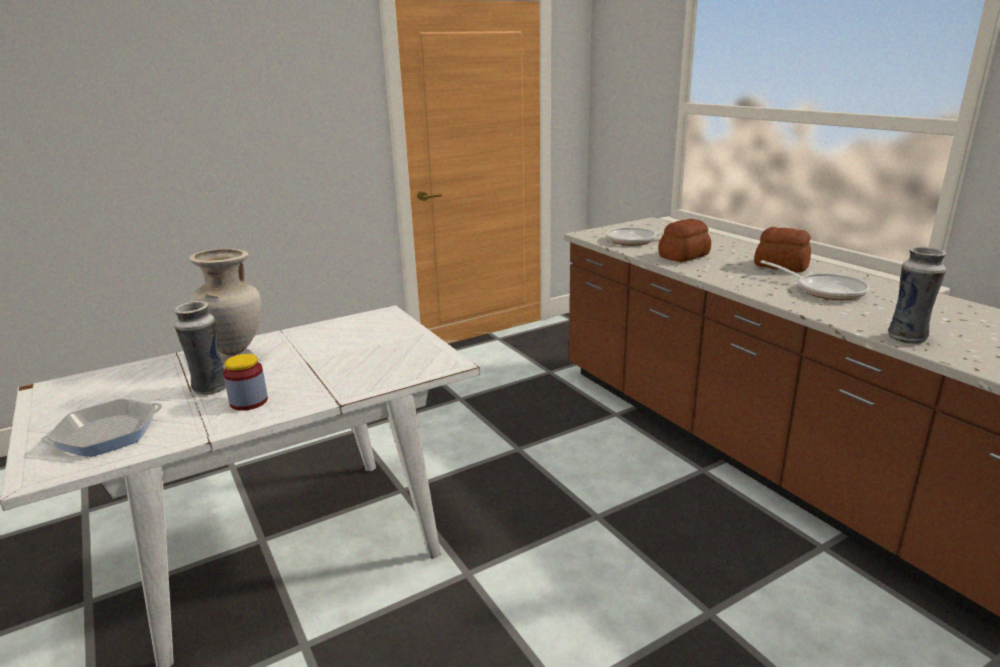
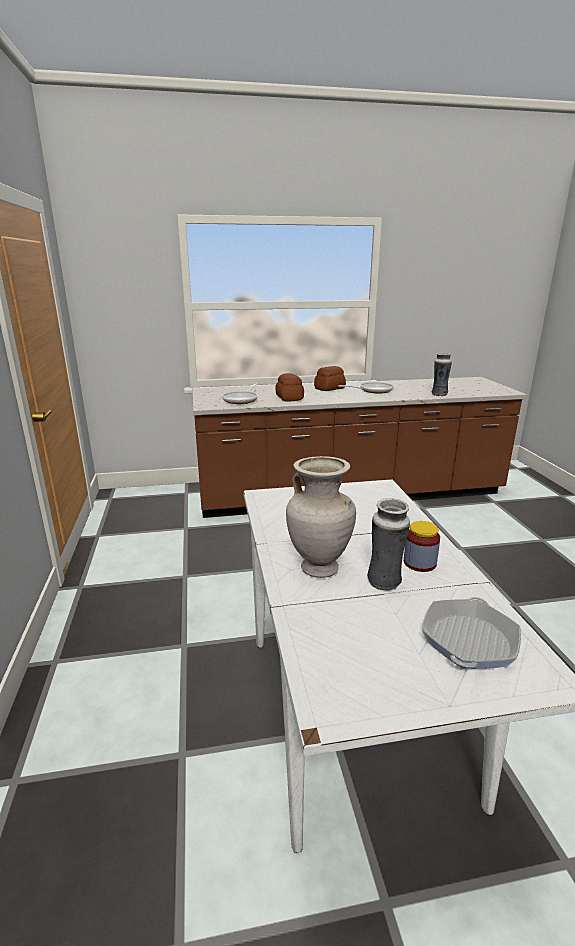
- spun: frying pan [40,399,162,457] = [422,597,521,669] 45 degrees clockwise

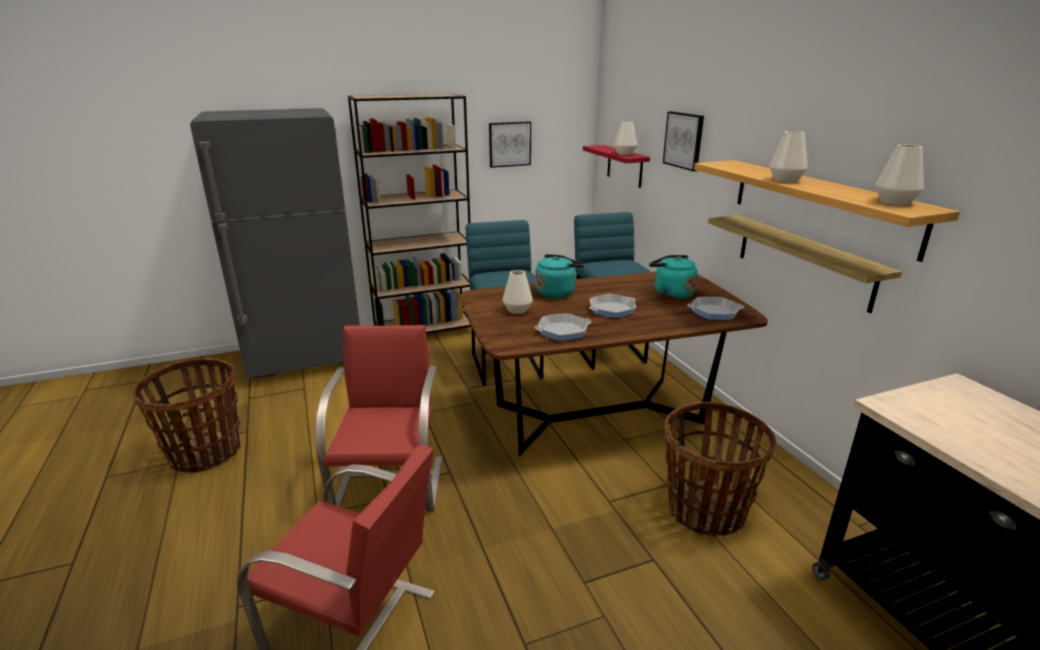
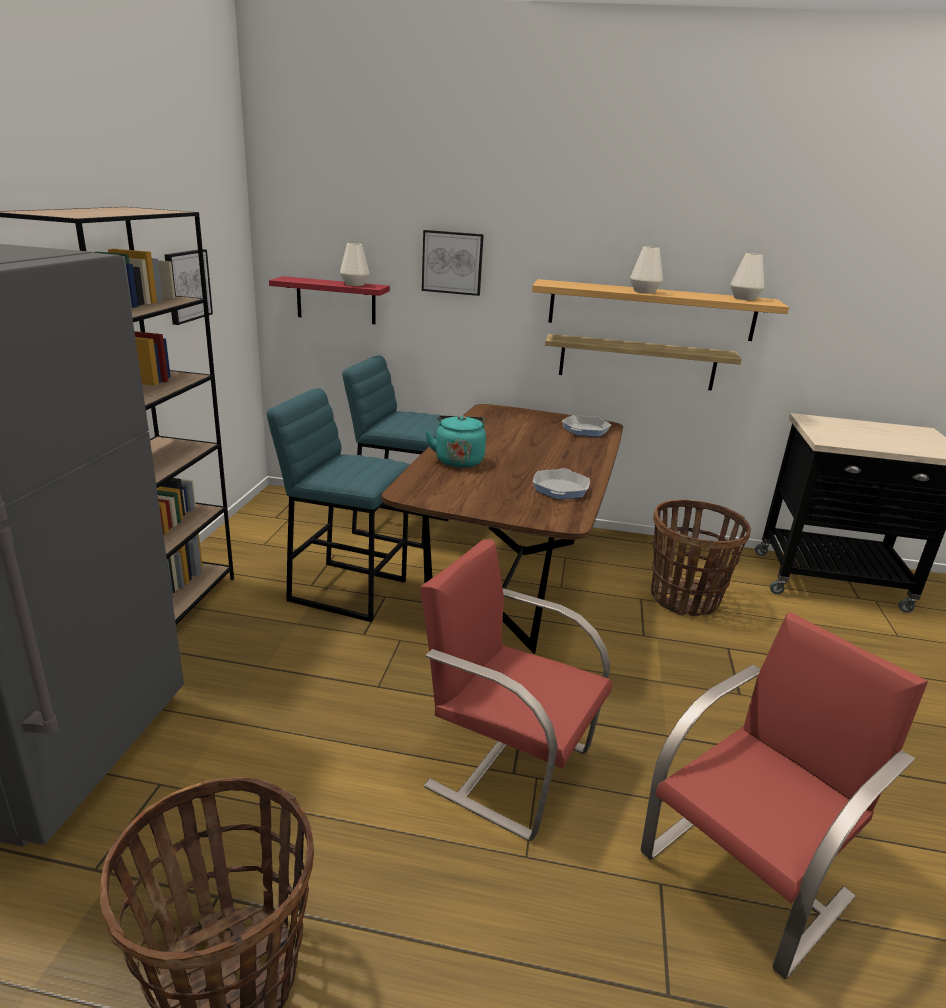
- missing: vase (white) [502,270,533,314]
- missing: frying pan [589,294,636,318]
- missing: kettle (turquoise) [649,255,698,299]

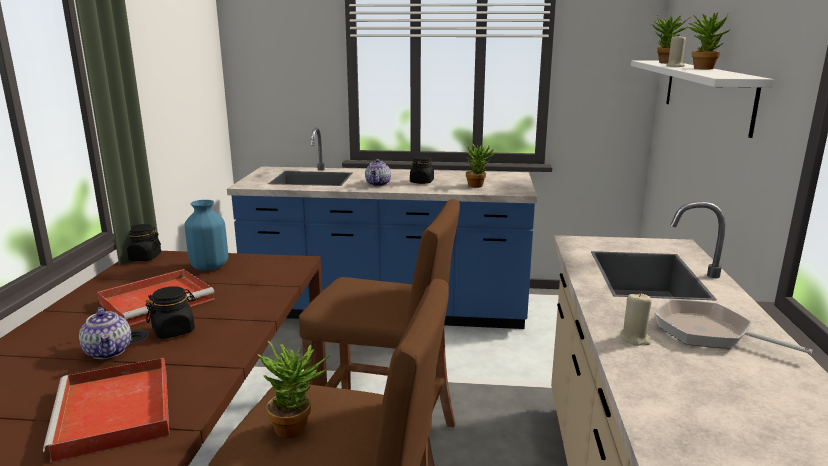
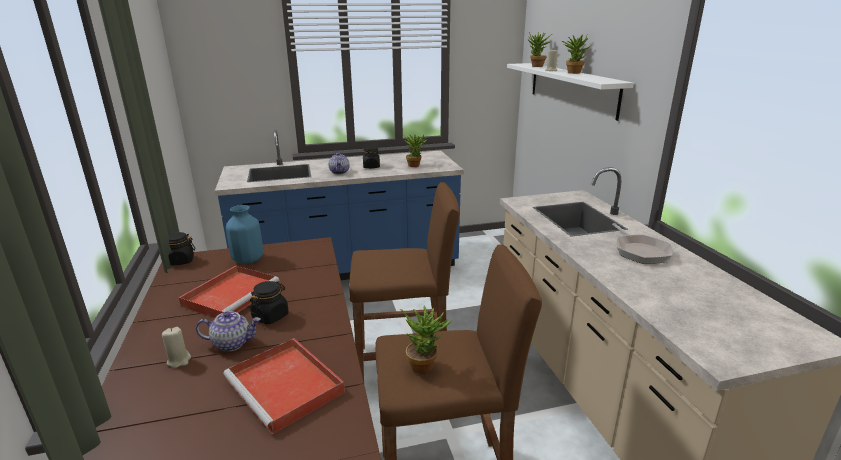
- spun: teapot [79,307,131,359] = [196,311,261,352] 45 degrees counterclockwise
- relocated: candle (beige) [620,292,651,346] to [162,327,191,368]
- spun: frying pan [654,299,812,354] = [612,223,673,264] 120 degrees counterclockwise

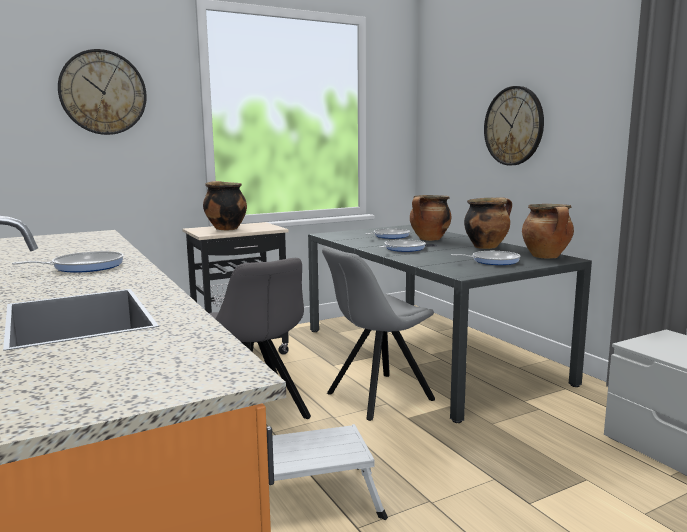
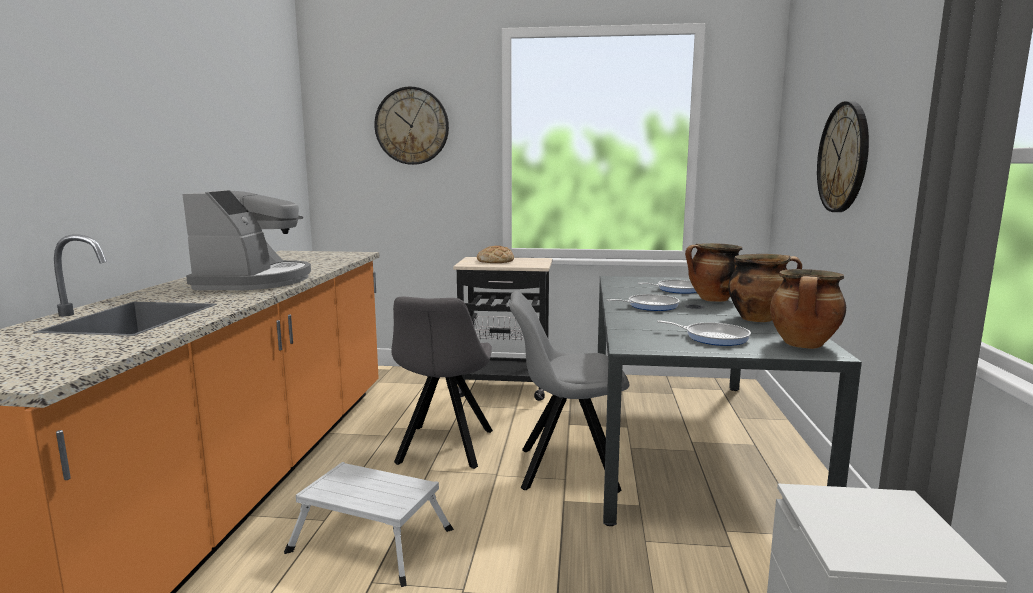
- exchanged: frying pan [12,251,124,273] to coffee machine [182,190,311,290]
- exchanged: cooking pot [203,181,247,230] to bread [477,246,514,263]

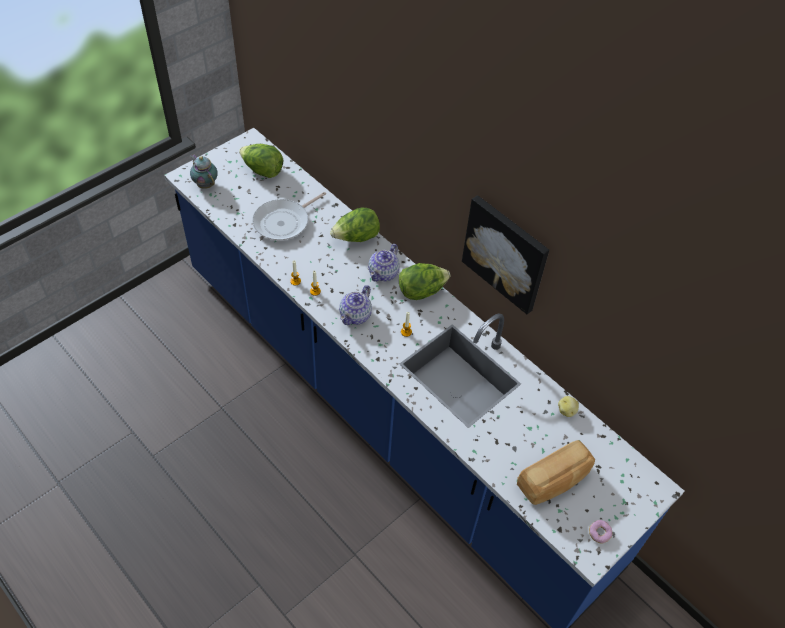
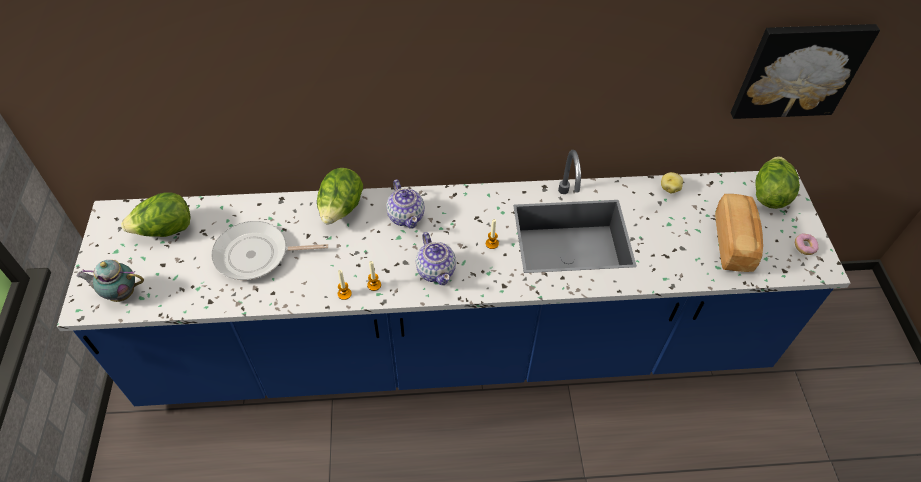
- spun: frying pan [253,192,326,240] = [212,221,328,280] 90 degrees clockwise
- relocated: lettuce [399,263,450,300] to [755,156,800,209]
- relocated: picture [462,195,549,314] to [731,24,880,119]

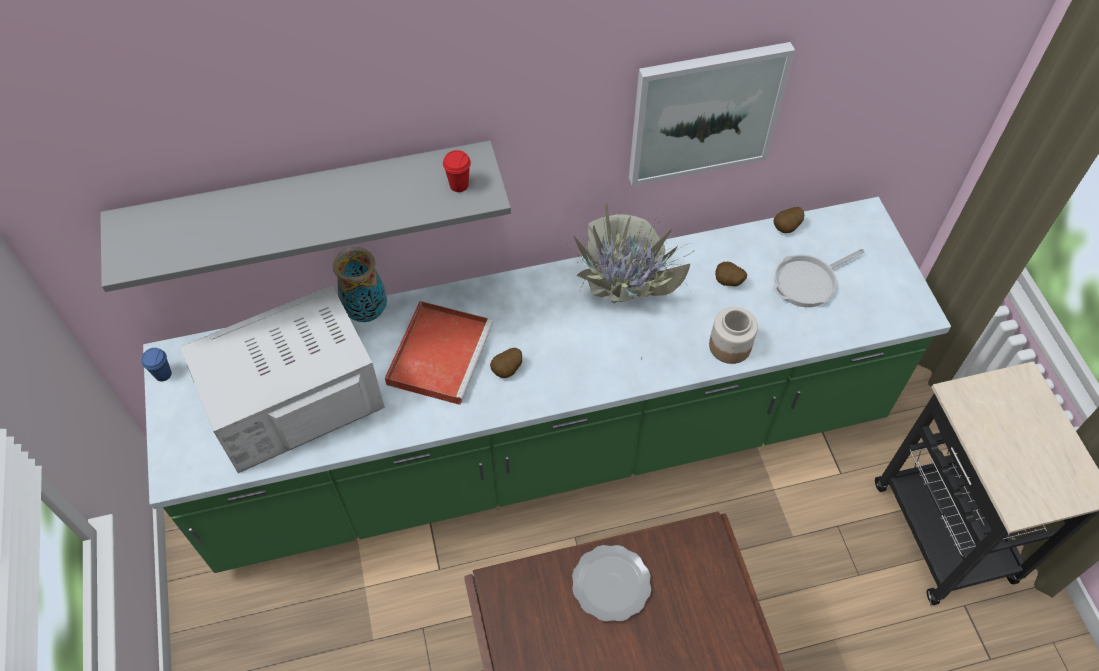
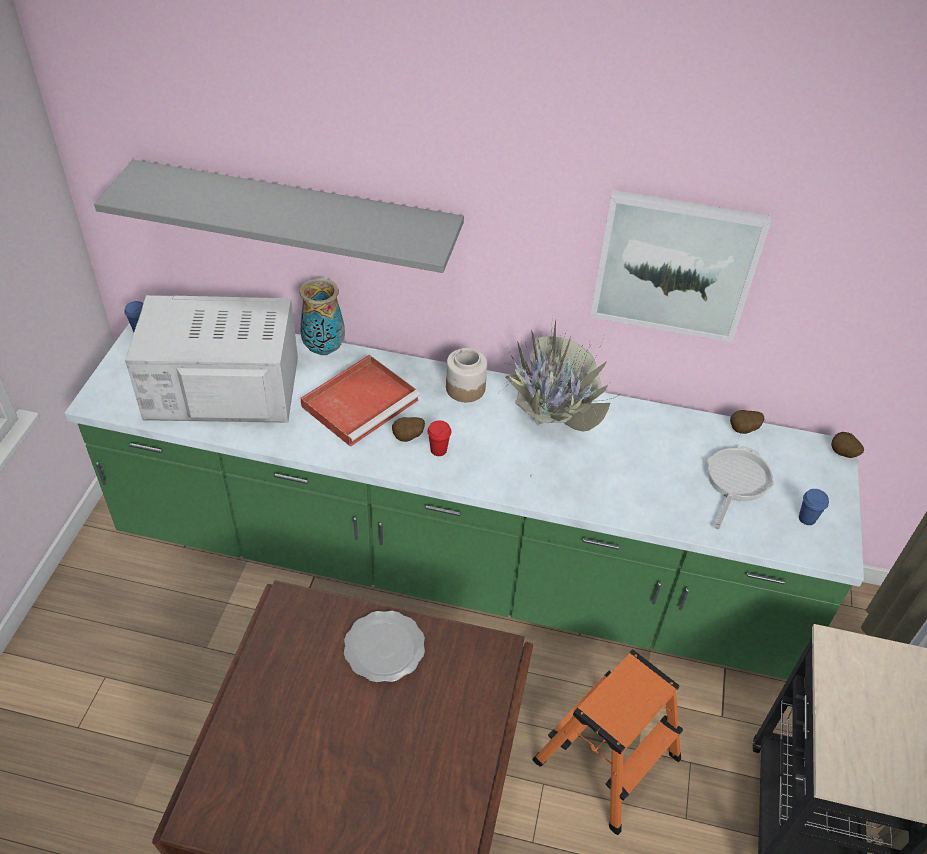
- relocated: cup (red) [443,150,471,192] to [427,420,451,456]
- relocated: jar [709,307,758,364] to [446,348,487,402]
- relocated: potato [715,262,747,286] to [831,432,864,458]
- spun: frying pan [773,249,865,307] = [707,446,774,529] 120 degrees clockwise
- appeared: step ladder (orange) [532,649,683,835]
- appeared: cup (blue) [799,489,829,525]

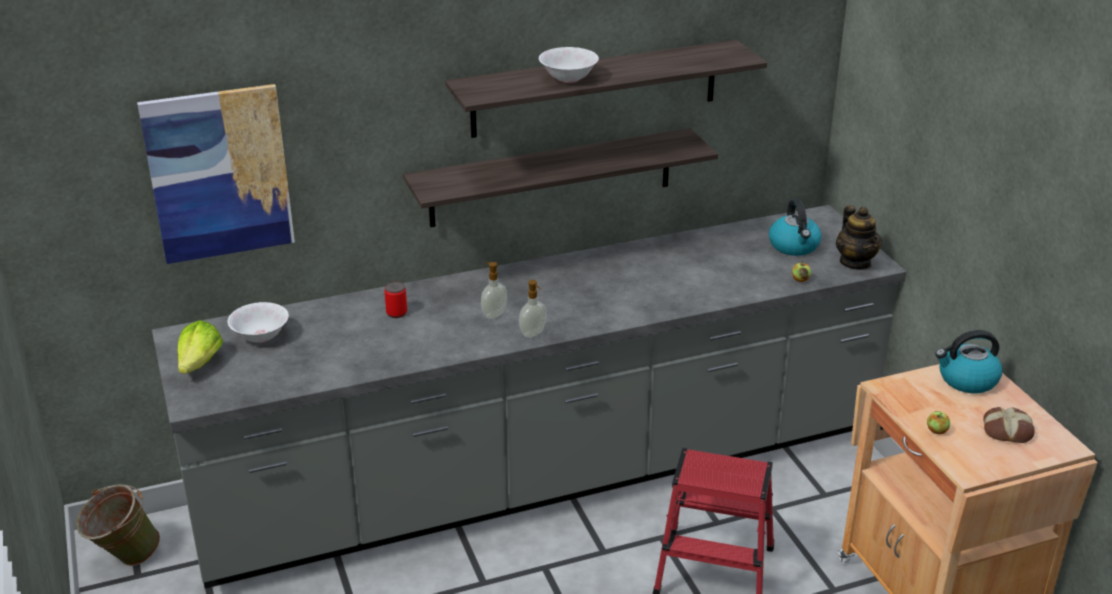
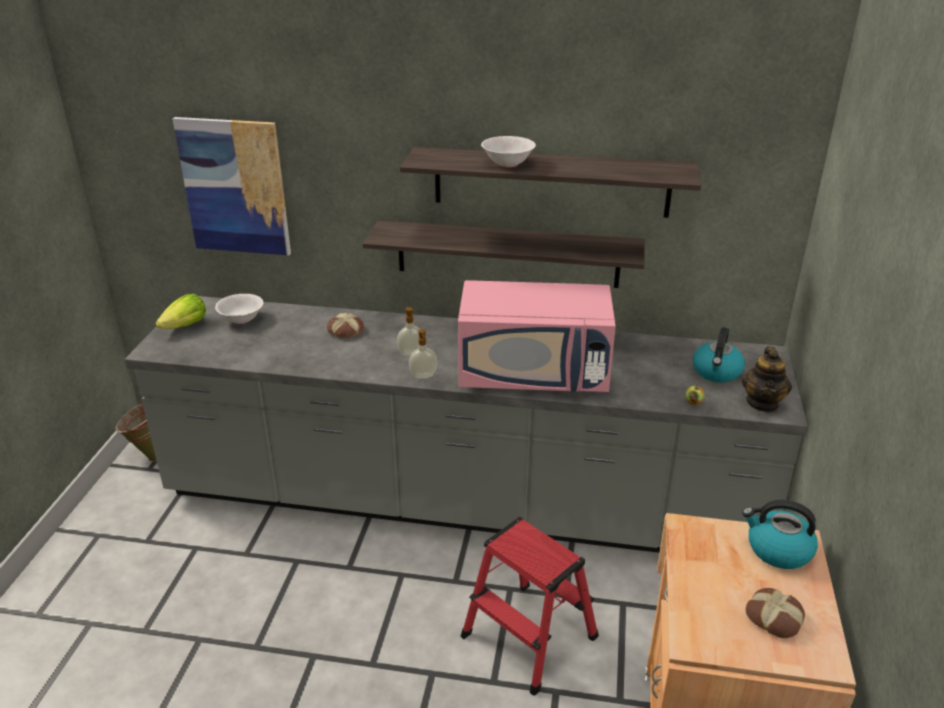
- exchanged: can [384,281,407,318] to bread [327,313,364,338]
- missing: apple [927,411,950,434]
- appeared: microwave (pink) [458,280,616,392]

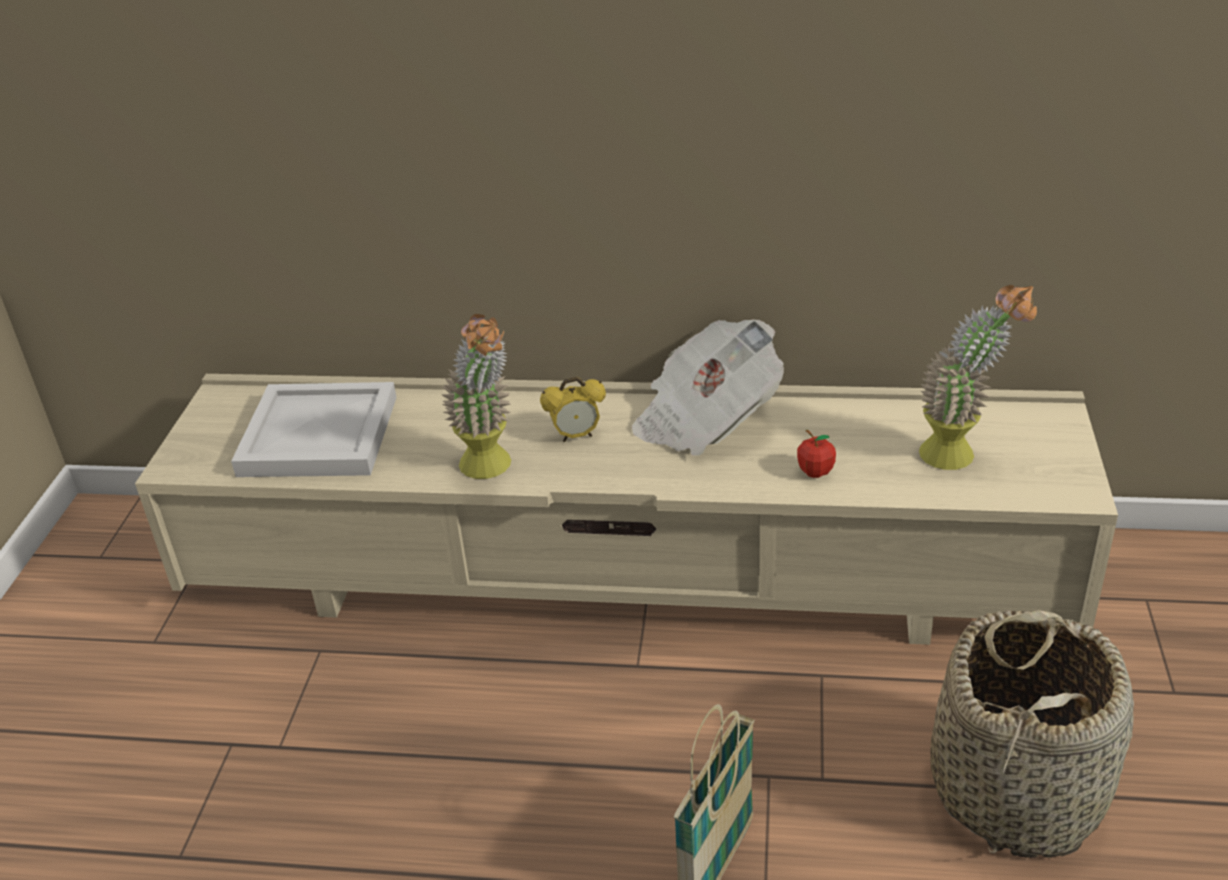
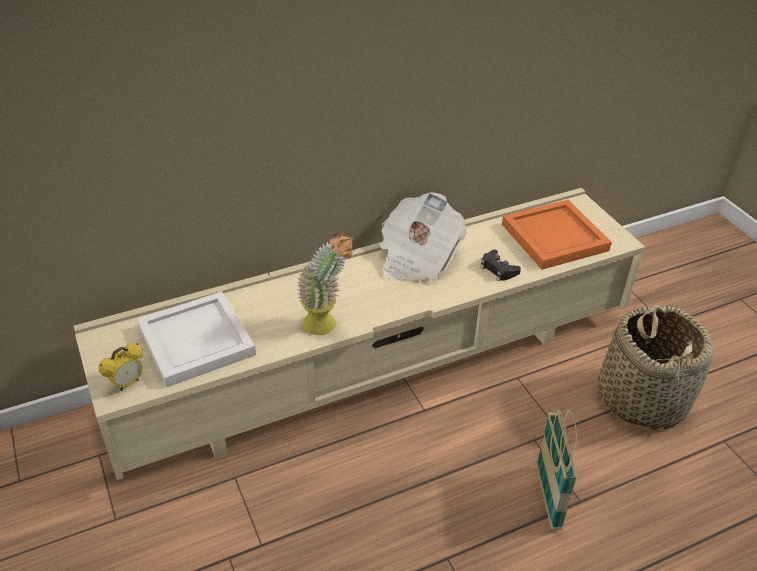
- relocated: alarm clock [540,377,606,442] to [98,343,143,391]
- exchanged: apple [797,430,836,478] to game controller (black) [481,250,521,281]
- exchanged: potted plant [919,284,1037,470] to tray (orange) [502,200,612,270]

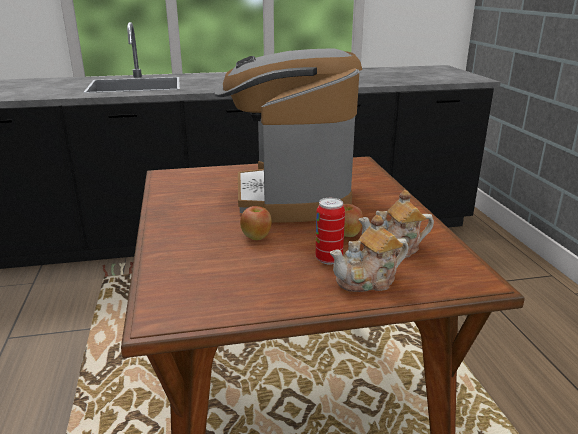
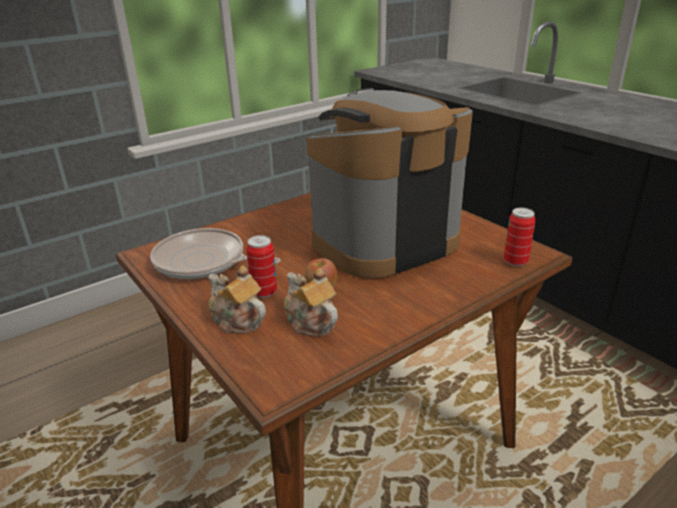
- missing: apple [240,206,272,240]
- appeared: frying pan [150,228,281,279]
- appeared: can [504,207,536,267]

